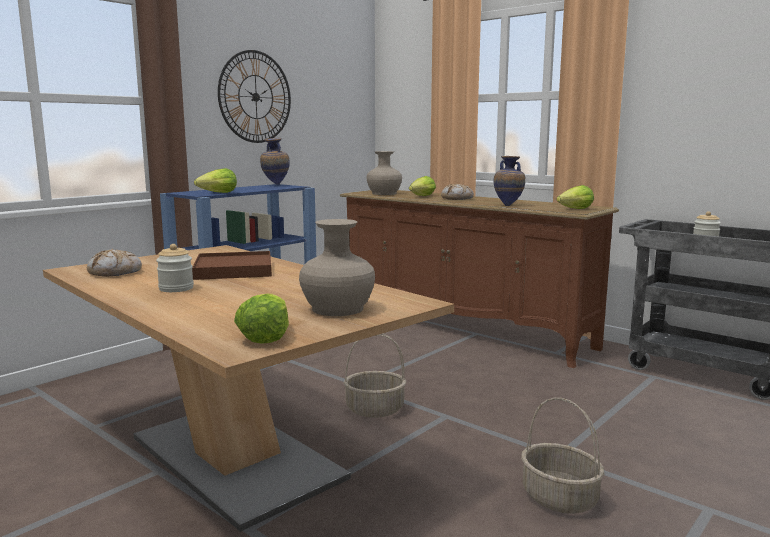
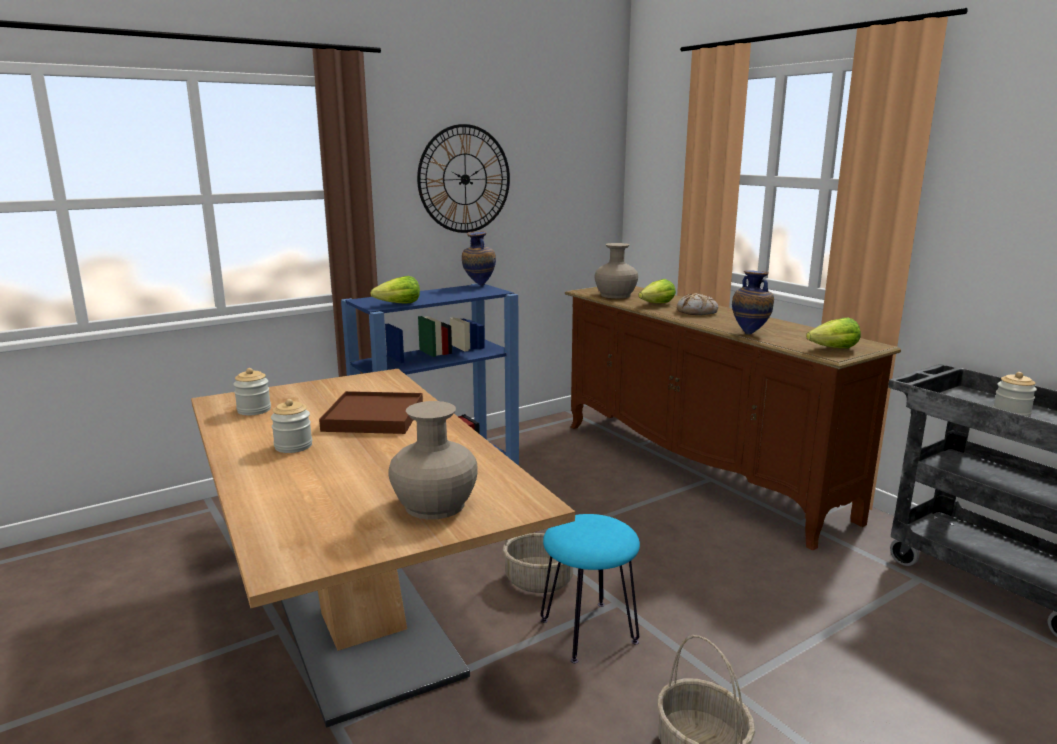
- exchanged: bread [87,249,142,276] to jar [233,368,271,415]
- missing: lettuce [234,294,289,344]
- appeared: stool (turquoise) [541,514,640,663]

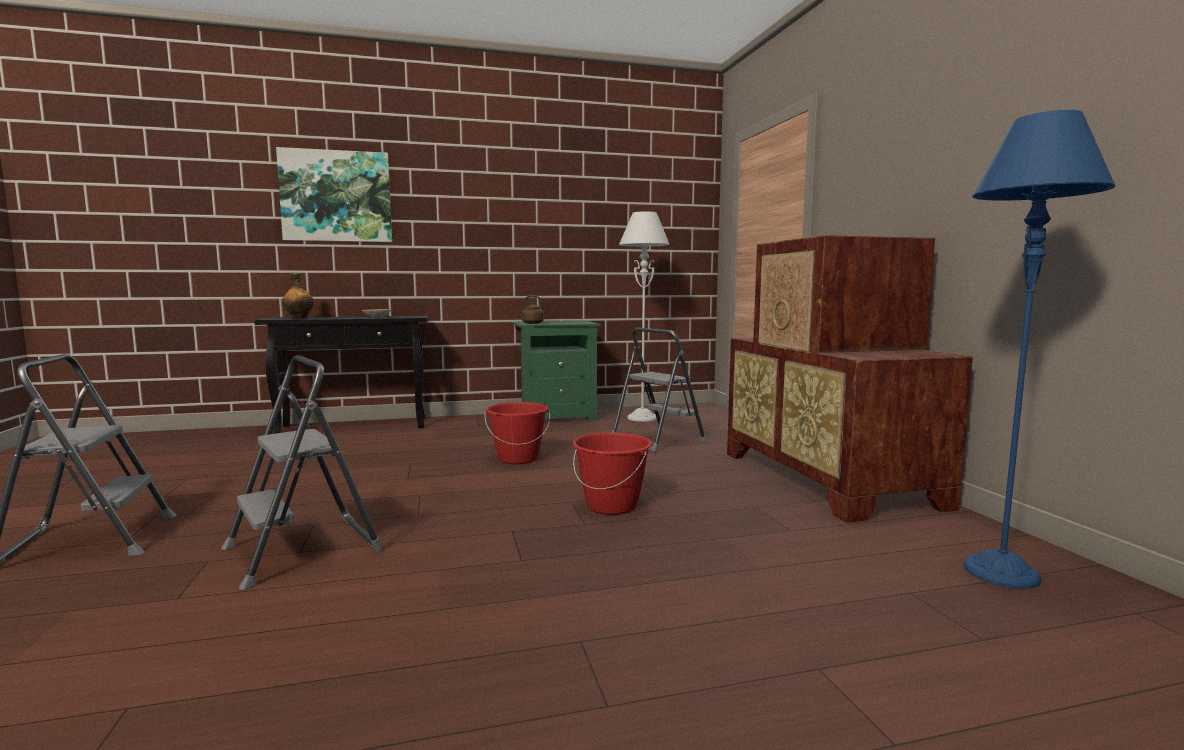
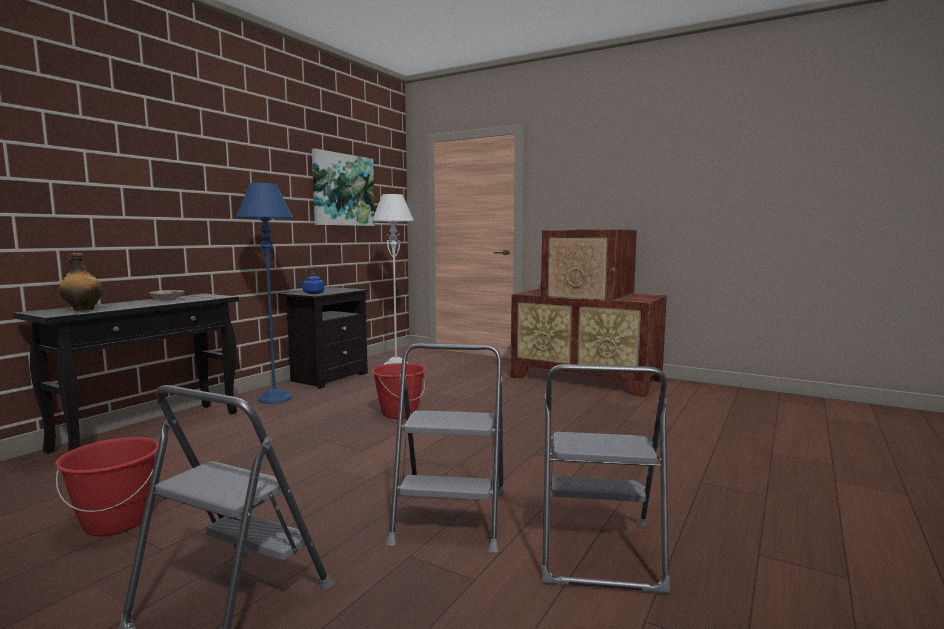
- relocated: picture [276,147,392,242] to [312,149,375,226]
- colour: nightstand (green) [512,321,601,420] to nightstand (black) [278,287,369,389]
- colour: kettle (brown) [515,296,544,324] to kettle (blue) [297,267,325,294]
- relocated: bucket (red) [573,433,652,515] to [55,437,159,536]
- relocated: step ladder (grey) [612,328,708,453] to [541,364,670,593]
- relocated: floor lamp (blue) [963,110,1115,589] to [236,183,293,404]

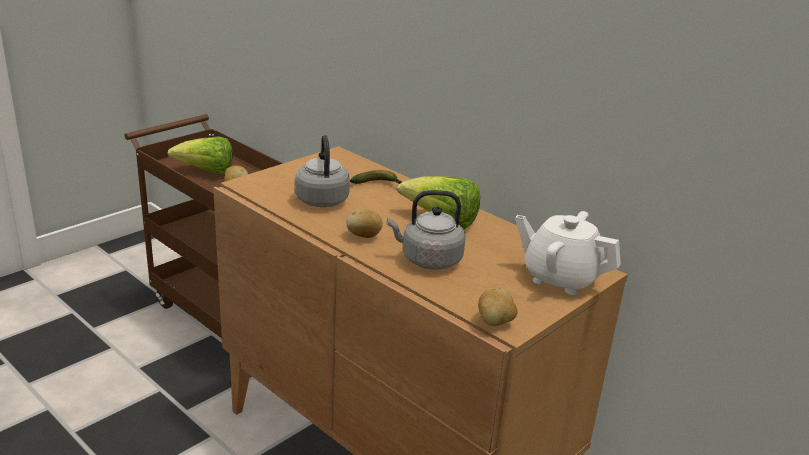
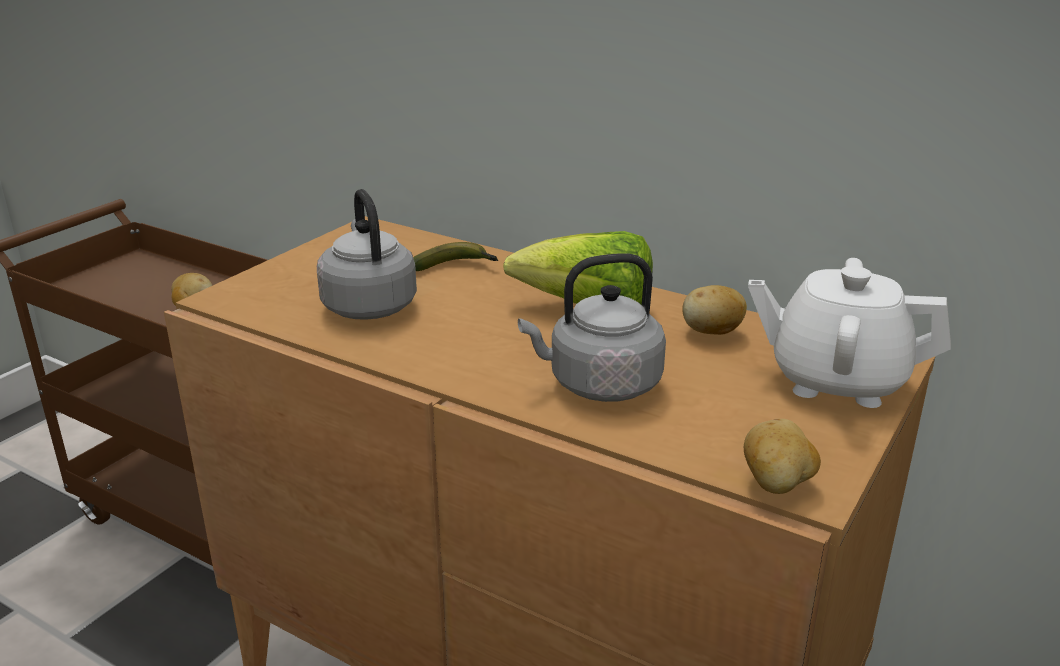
- missing: lettuce [167,136,233,174]
- relocated: potato [346,209,383,238] to [682,285,747,335]

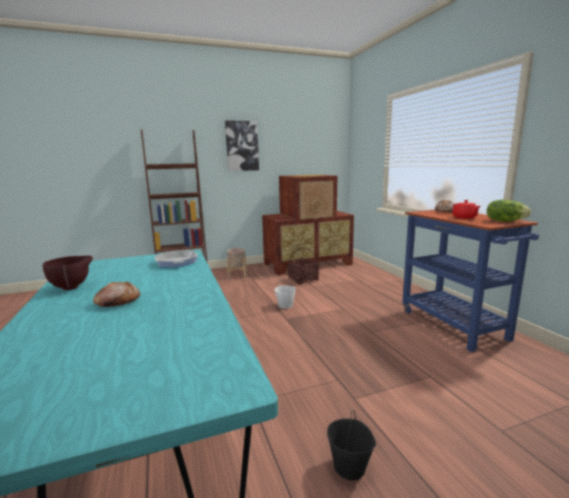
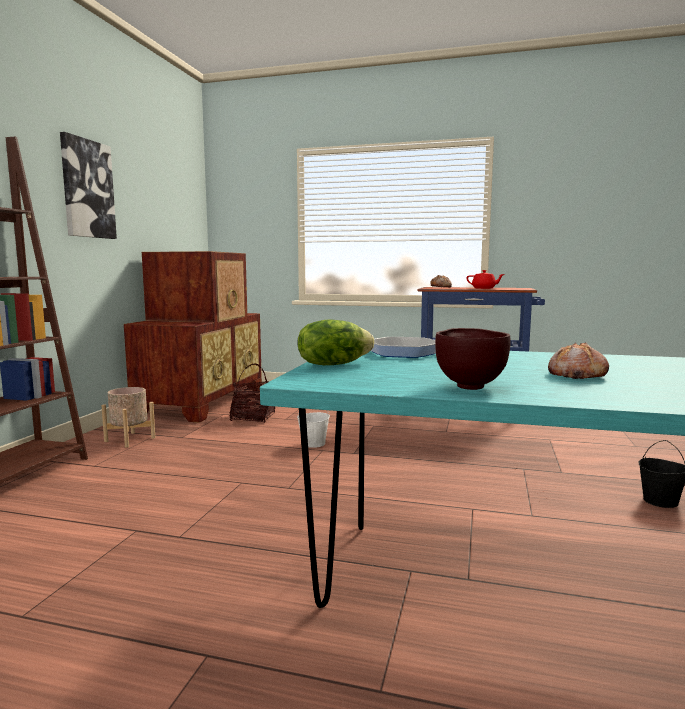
- relocated: lettuce [487,200,531,221] to [298,319,374,365]

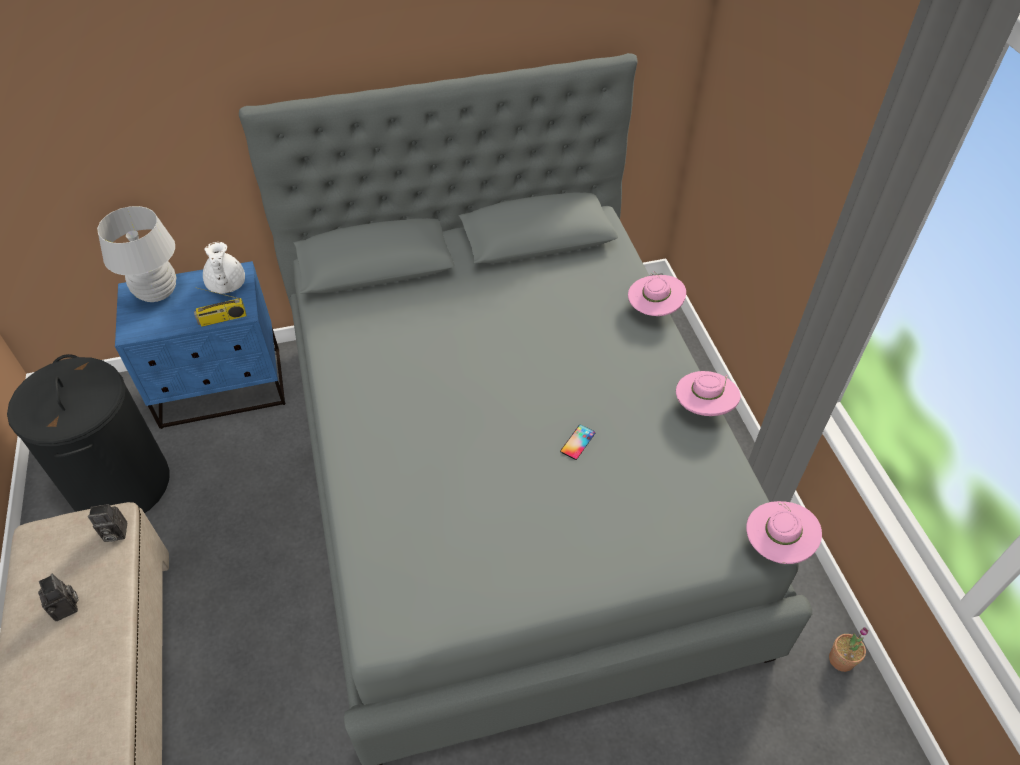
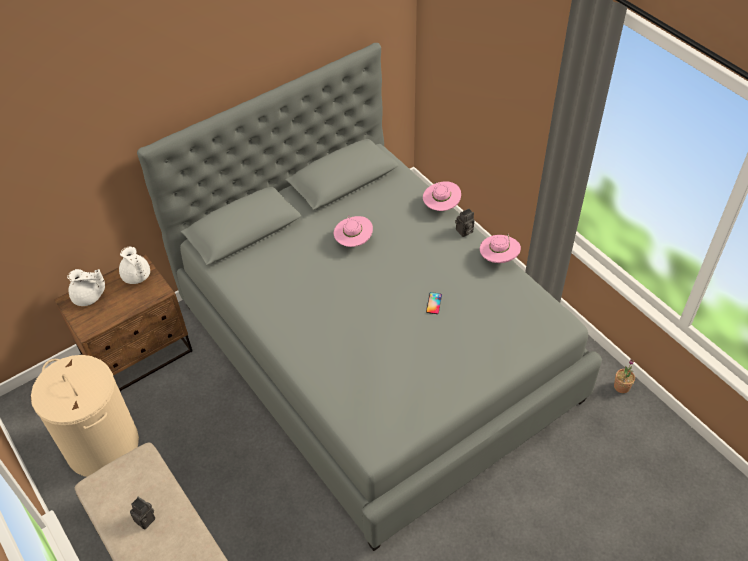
- colour: laundry basket (black) [7,354,170,513] to laundry basket (beige) [31,355,139,477]
- relocated: photo camera [88,504,127,542] to [455,209,475,237]
- exchanged: table lamp (white) [97,206,176,302] to teapot (white) [67,269,105,306]
- colour: nightstand (blue) [115,261,285,429] to nightstand (brown) [54,254,193,391]
- missing: radio [194,287,247,327]
- relocated: hat (pink) [746,501,822,564] to [334,216,373,247]

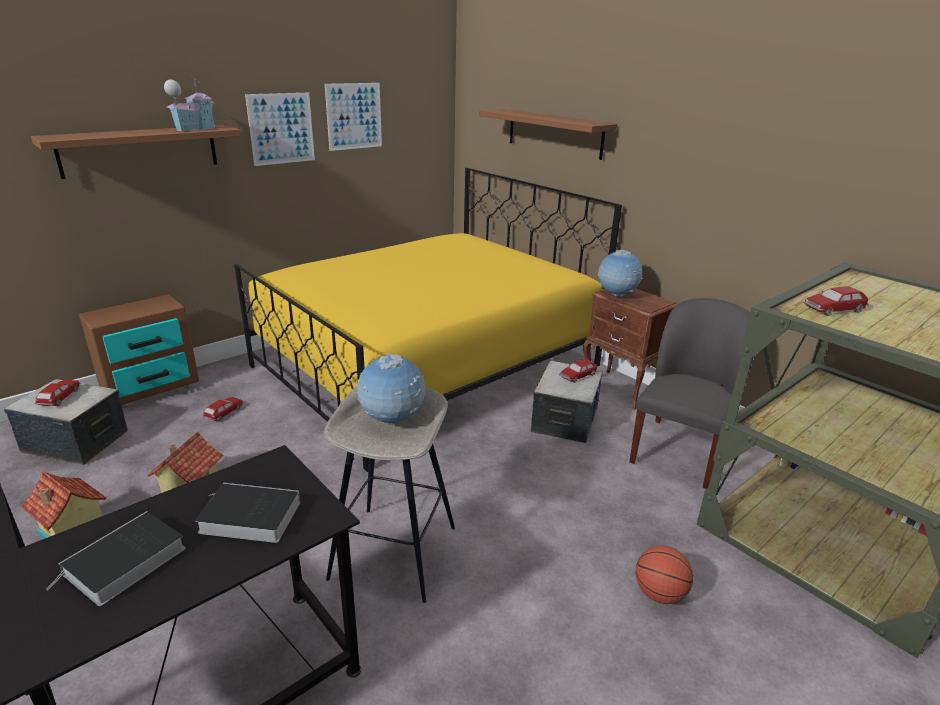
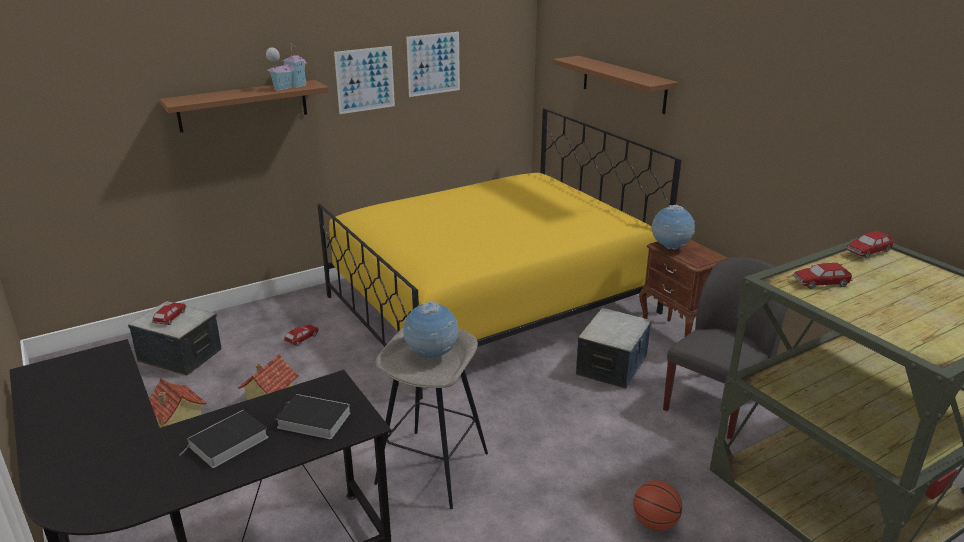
- missing: nightstand (brown) [79,294,199,408]
- relocated: toy car [559,358,598,383] to [845,231,894,258]

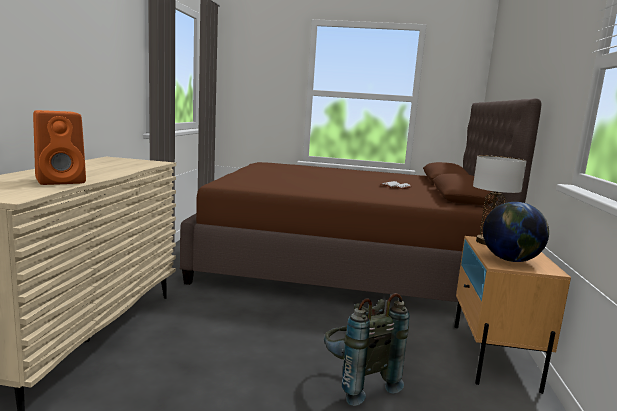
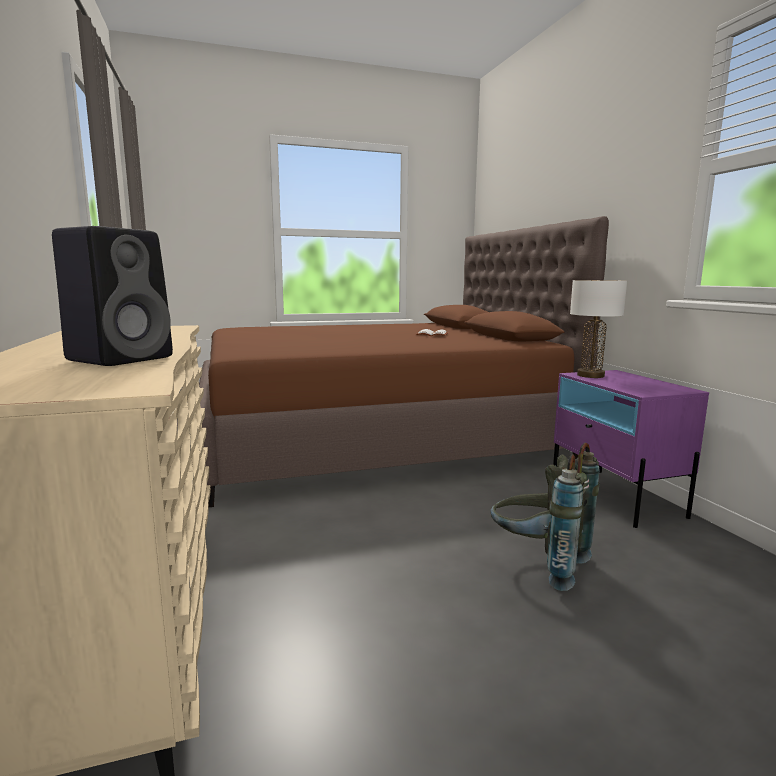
- colour: speaker (orange) [33,110,86,185] to speaker (black) [52,226,173,366]
- colour: nightstand (beige) [455,236,571,394] to nightstand (purple) [553,370,709,528]
- missing: globe [483,202,549,262]

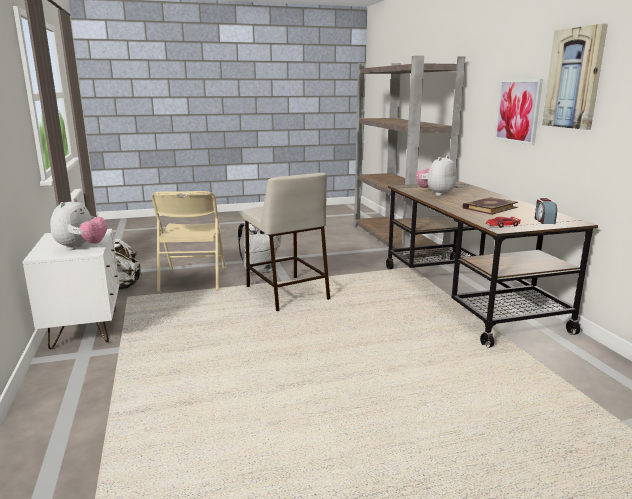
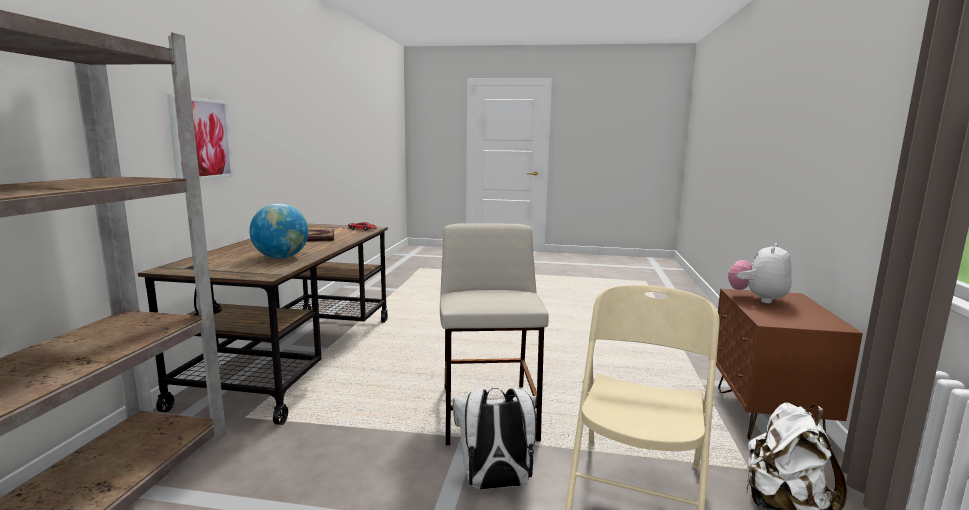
- colour: nightstand (white) [22,229,119,349] to nightstand (brown) [716,289,863,439]
- exchanged: plush toy [416,155,457,196] to globe [249,204,309,259]
- missing: alarm clock [535,198,557,224]
- missing: picture [542,24,608,130]

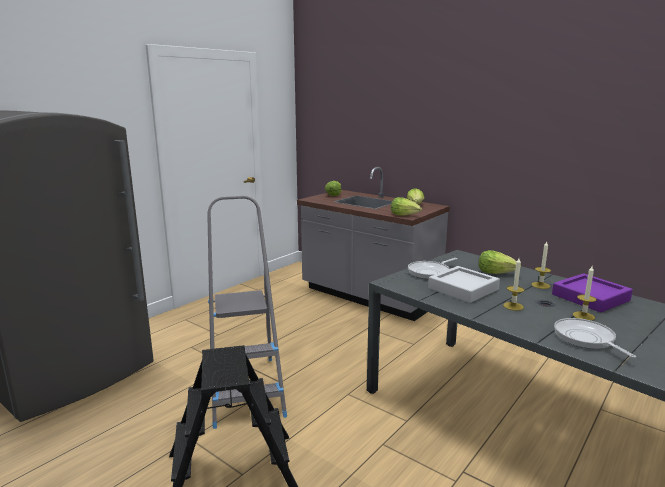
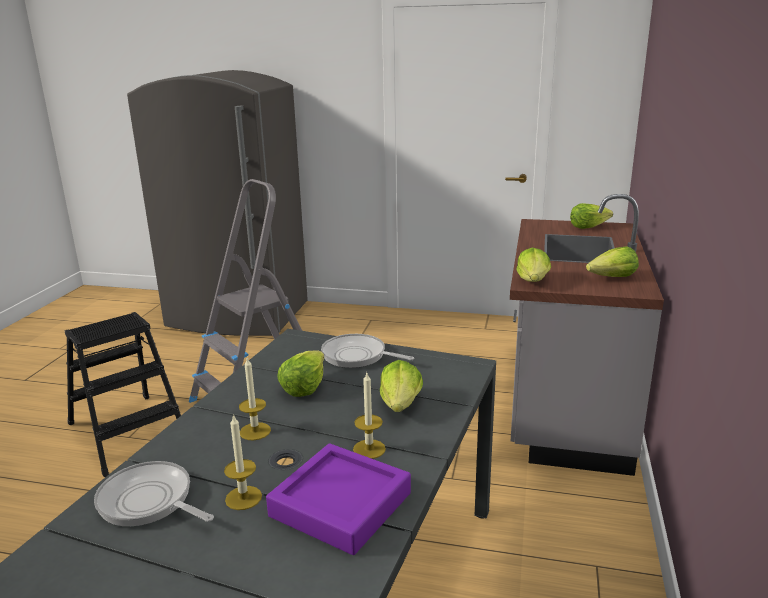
- exchanged: tray (grey) [428,266,500,303] to lettuce [277,350,324,397]
- spun: frying pan [554,318,636,358] = [94,461,214,526] 105 degrees counterclockwise

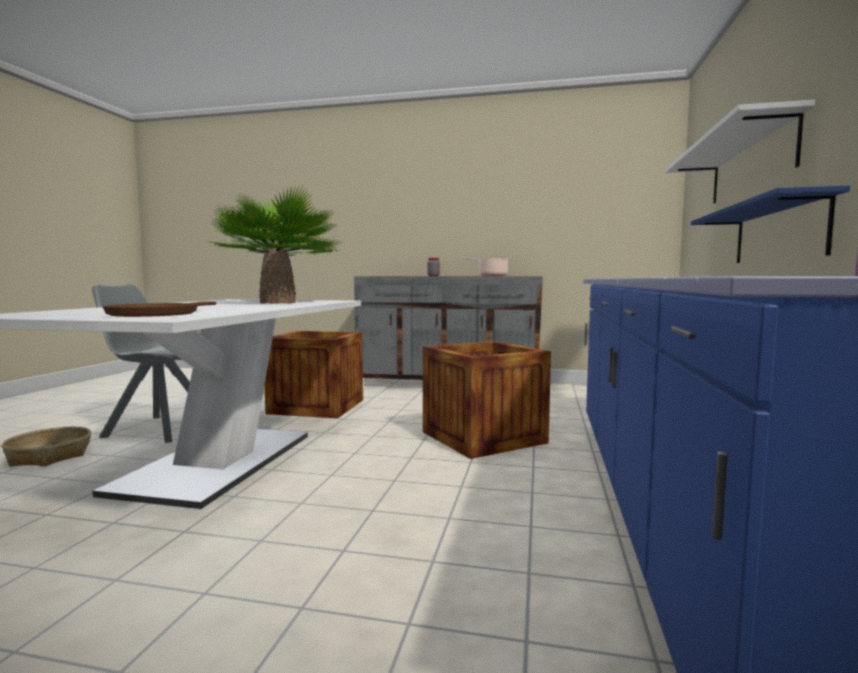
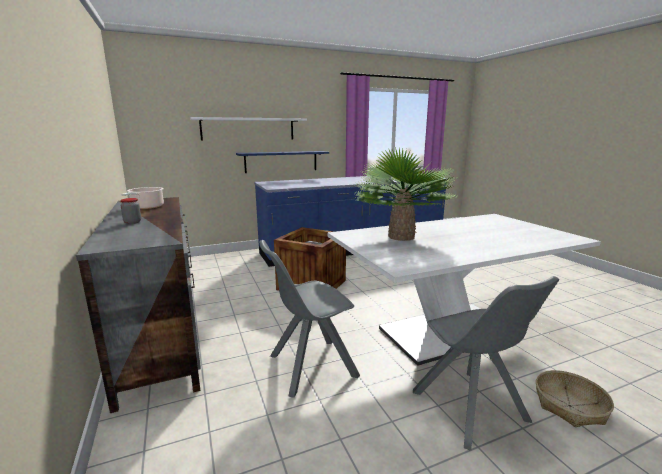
- missing: frying pan (brown) [102,301,216,317]
- exchanged: crate [264,331,363,418] to chair (grey) [259,240,360,398]

